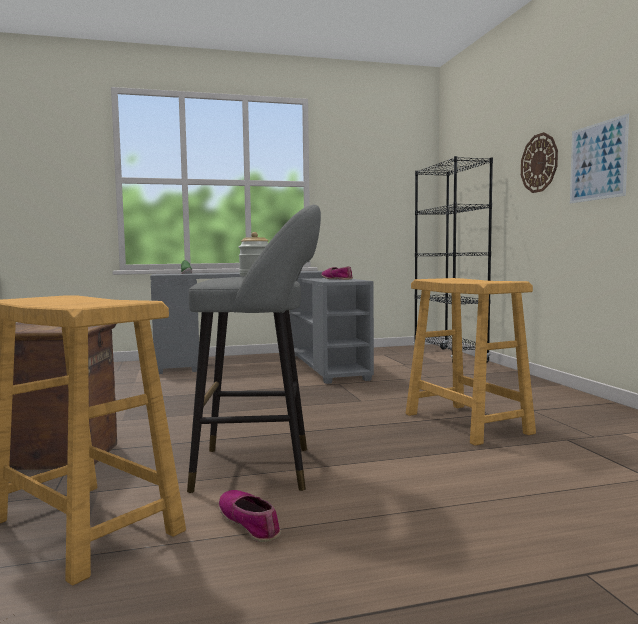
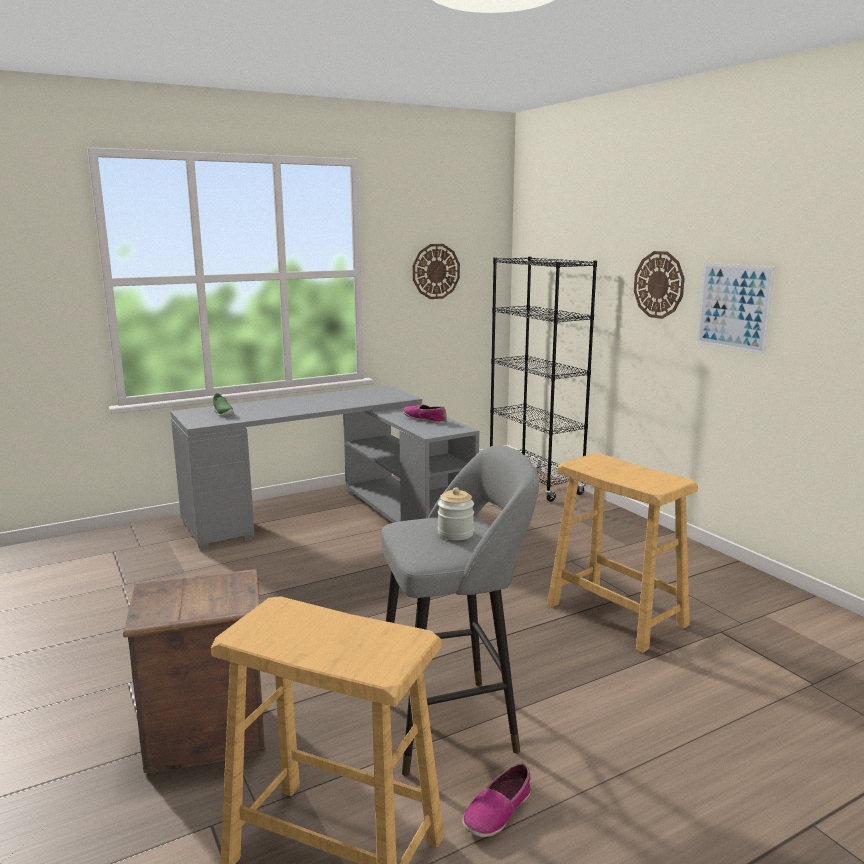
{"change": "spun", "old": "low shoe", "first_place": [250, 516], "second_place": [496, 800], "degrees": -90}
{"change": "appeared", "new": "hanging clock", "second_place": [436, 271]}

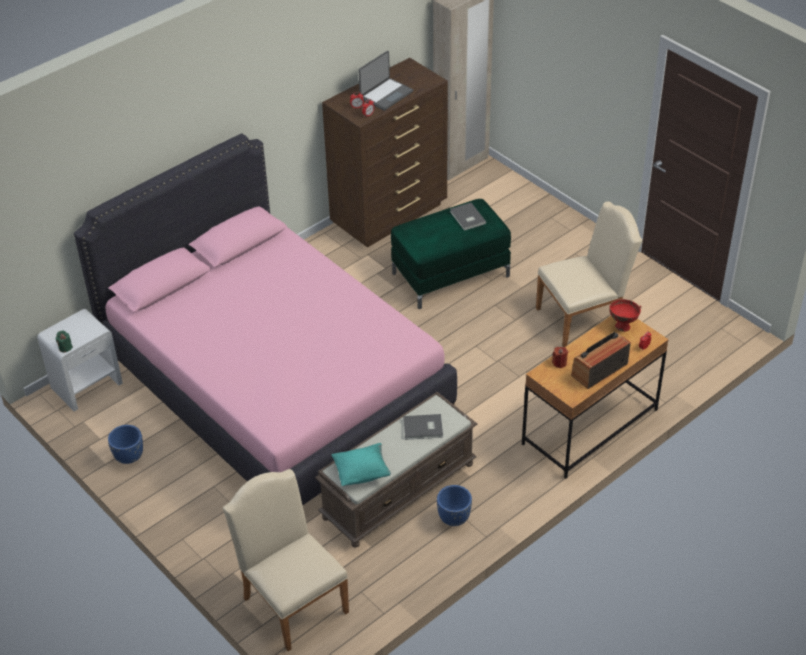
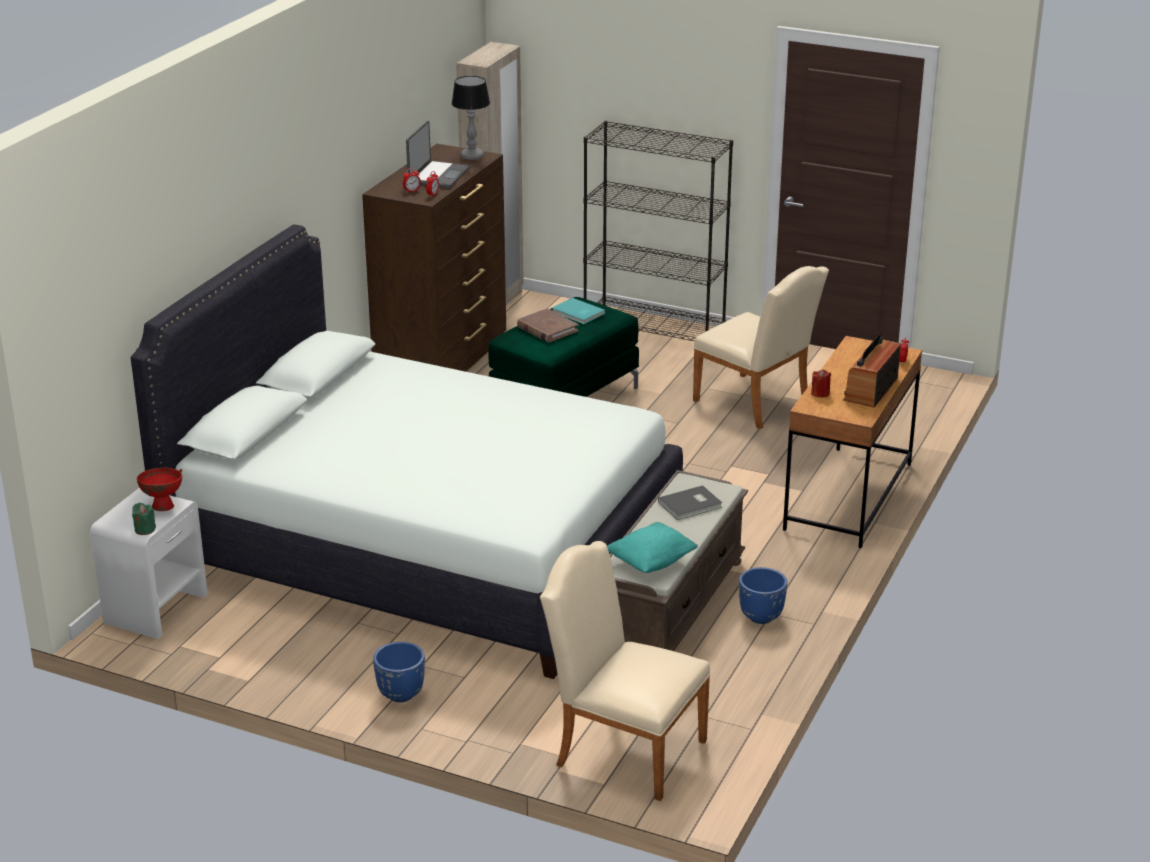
{"change": "colour", "old": "bed in pinkish", "new": "bed in white-coloured", "first_place": [265, 319], "second_place": [407, 451]}
{"change": "spun", "old": "chair in beige-coloured", "first_place": [589, 274], "second_place": [761, 347], "degrees": 90}
{"change": "colour", "old": "book in gray", "new": "book in blue-green", "first_place": [468, 217], "second_place": [578, 311]}
{"change": "relocated", "old": "serving bowl in reddish", "first_place": [625, 315], "second_place": [159, 489]}
{"change": "relocated", "old": "flower pot in blue", "first_place": [125, 444], "second_place": [399, 672]}
{"change": "appeared", "new": "tabletop lamp", "second_place": [471, 118]}
{"change": "appeared", "new": "bookshelf in black", "second_place": [658, 231]}
{"change": "appeared", "new": "book in brown", "second_place": [548, 325]}

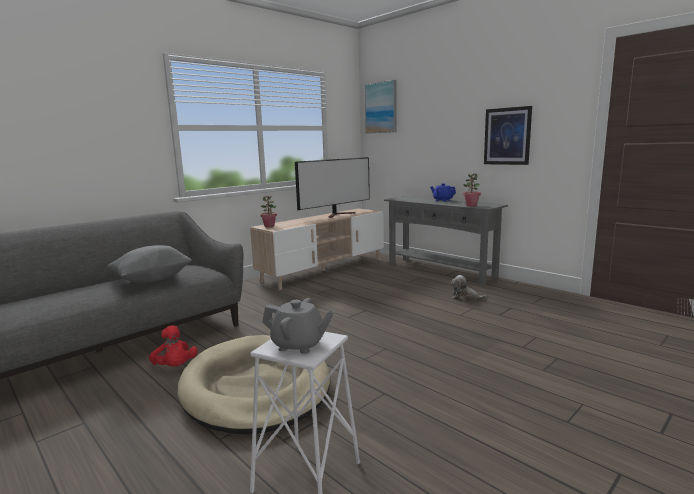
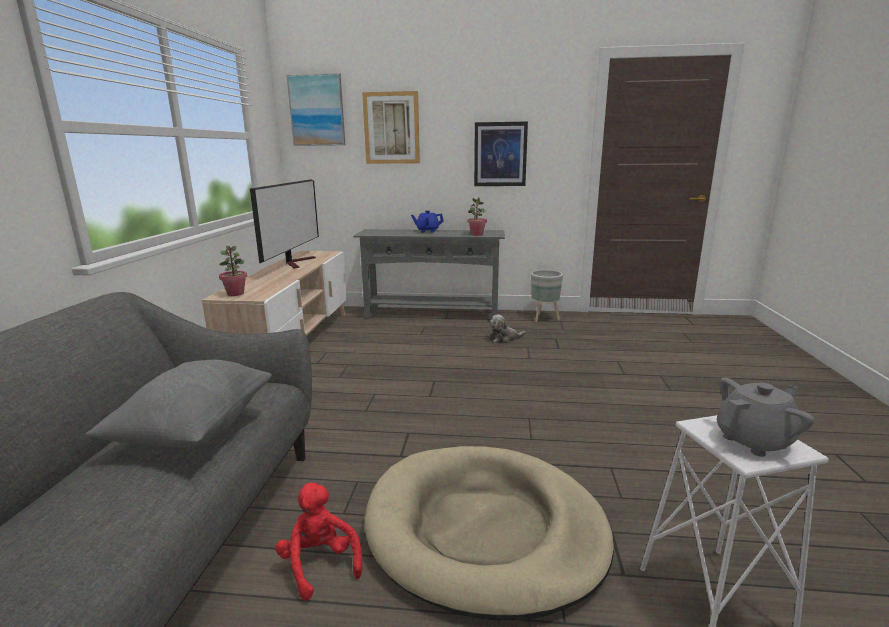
{"change": "spun", "old": "soft toy in reddish", "first_place": [173, 345], "second_place": [318, 541], "degrees": -135}
{"change": "appeared", "new": "wall picture", "second_place": [391, 127]}
{"change": "appeared", "new": "flower pot in gray", "second_place": [547, 296]}

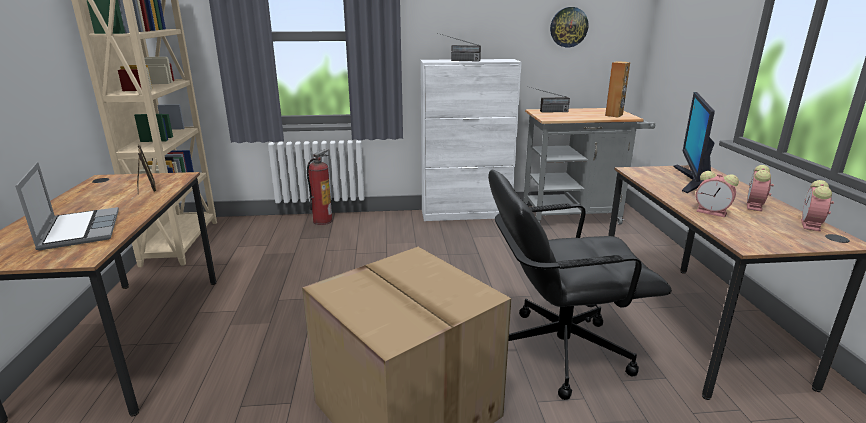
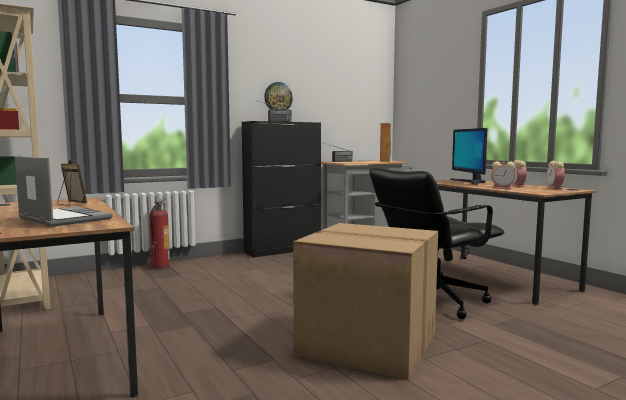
{"change": "relocated", "old": "hanging clock", "first_place": [569, 27], "second_place": [278, 96]}
{"change": "colour", "old": "cabinet in white-coloured", "new": "cabinet in black", "first_place": [471, 140], "second_place": [281, 189]}

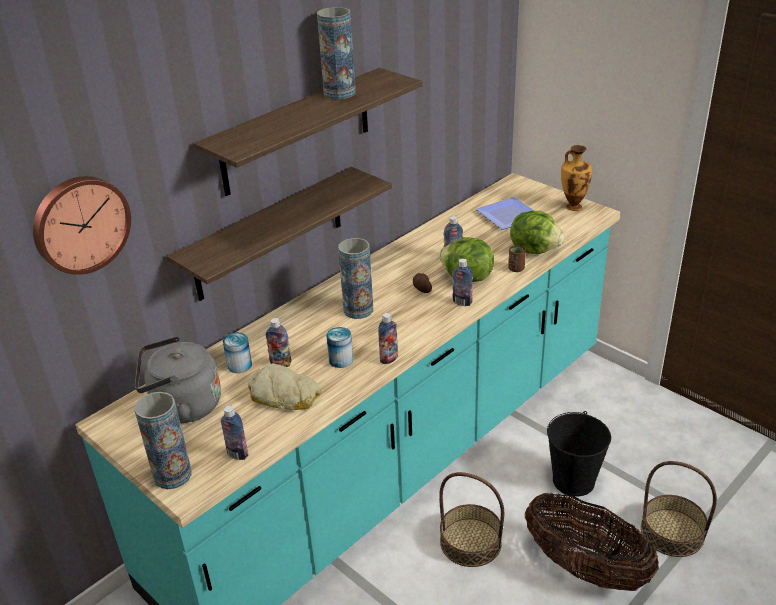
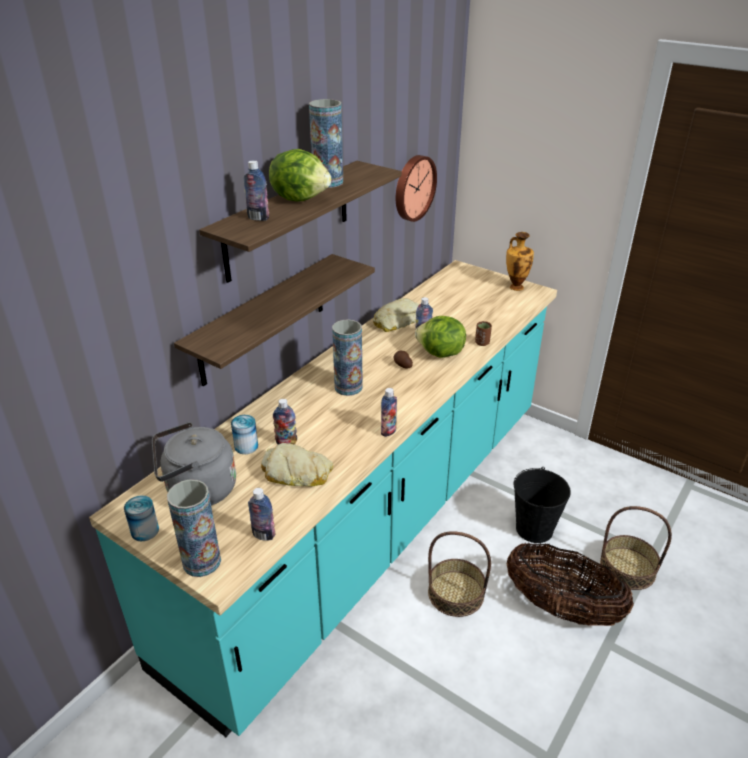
{"change": "relocated", "old": "hanging clock", "first_place": [82, 225], "second_place": [416, 188]}
{"change": "missing", "old": "flat dish", "first_place": [505, 213]}
{"change": "relocated", "old": "lettuce", "first_place": [537, 232], "second_place": [300, 175]}
{"change": "relocated", "old": "bottle", "first_place": [462, 282], "second_place": [256, 190]}
{"change": "relocated", "old": "sealed can", "first_place": [339, 347], "second_place": [141, 518]}
{"change": "appeared", "new": "baked bread", "second_place": [396, 315]}

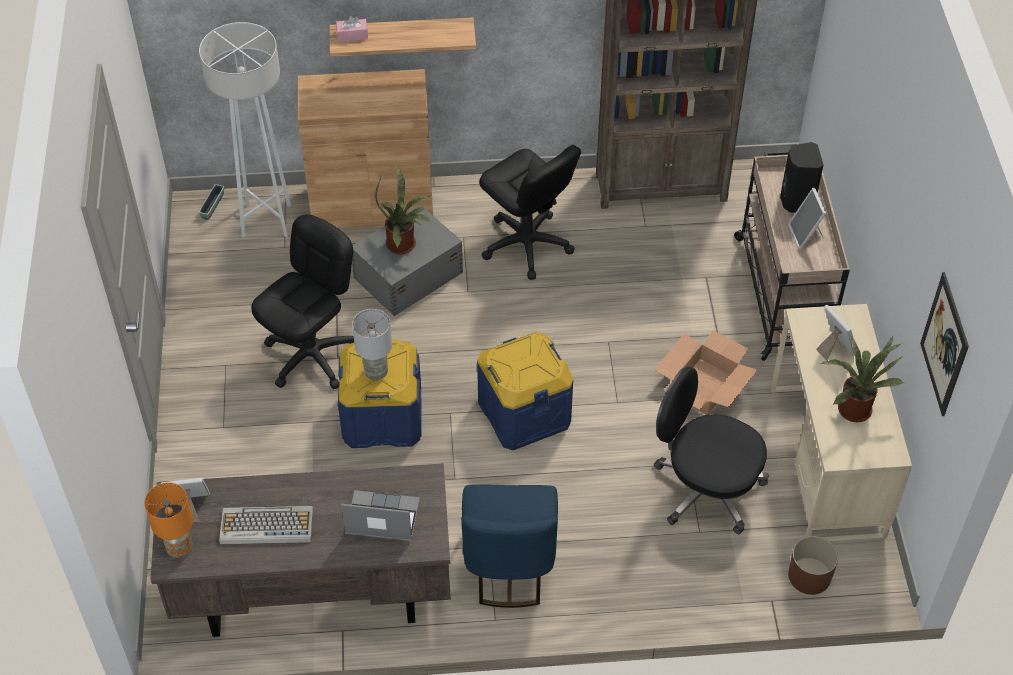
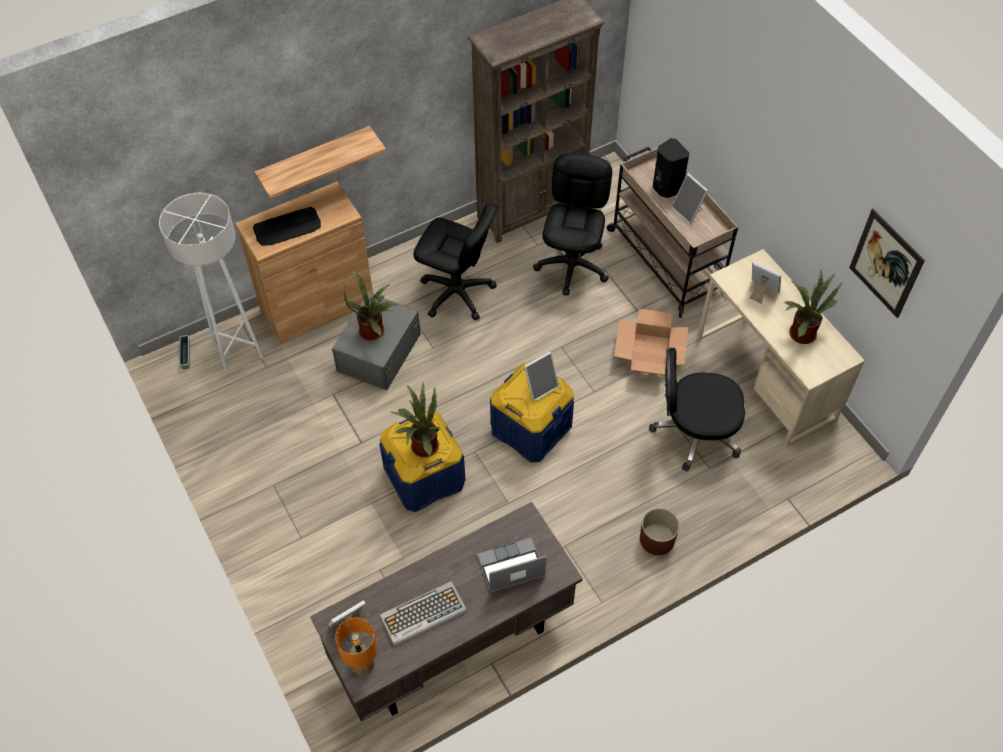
{"change": "missing", "old": "tissue holder in pinkish", "first_place": [352, 29]}
{"change": "relocated", "old": "desk chair in black", "first_place": [302, 301], "second_place": [572, 224]}
{"change": "exchanged", "old": "tabletop lamp in gray", "new": "potted plant", "first_place": [372, 344], "second_place": [415, 420]}
{"change": "missing", "old": "chair in blue", "first_place": [509, 546]}
{"change": "relocated", "old": "flower pot in brown", "first_place": [813, 565], "second_place": [659, 531]}
{"change": "appeared", "new": "keyboard", "second_place": [287, 226]}
{"change": "appeared", "new": "standing frame", "second_place": [541, 376]}

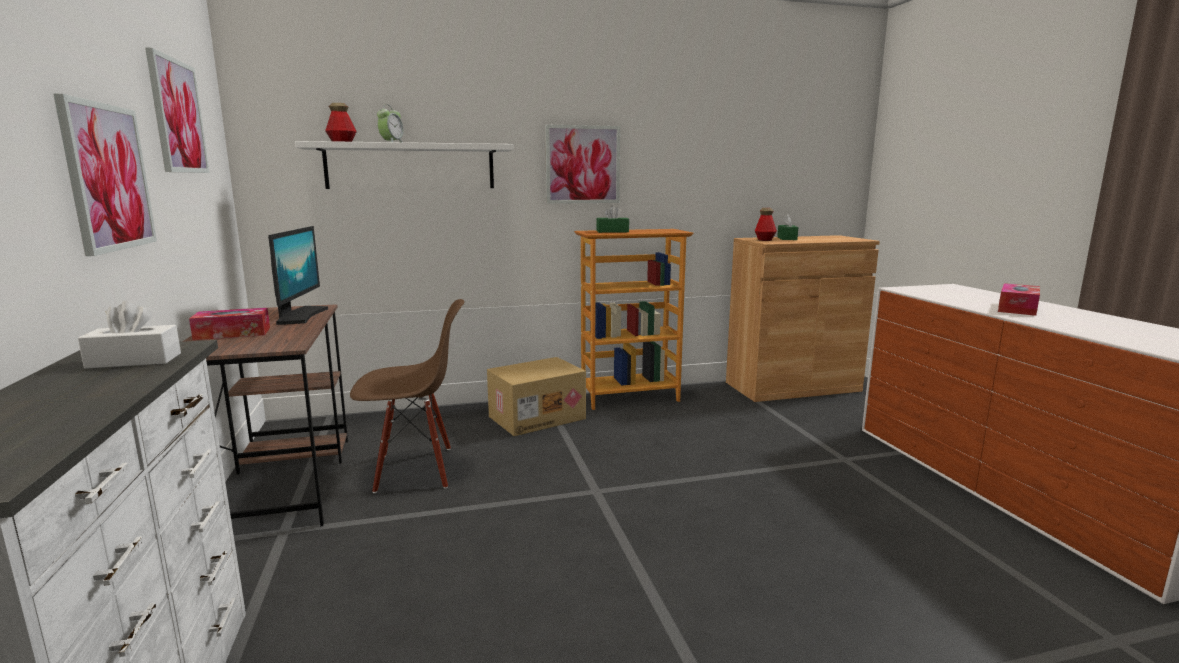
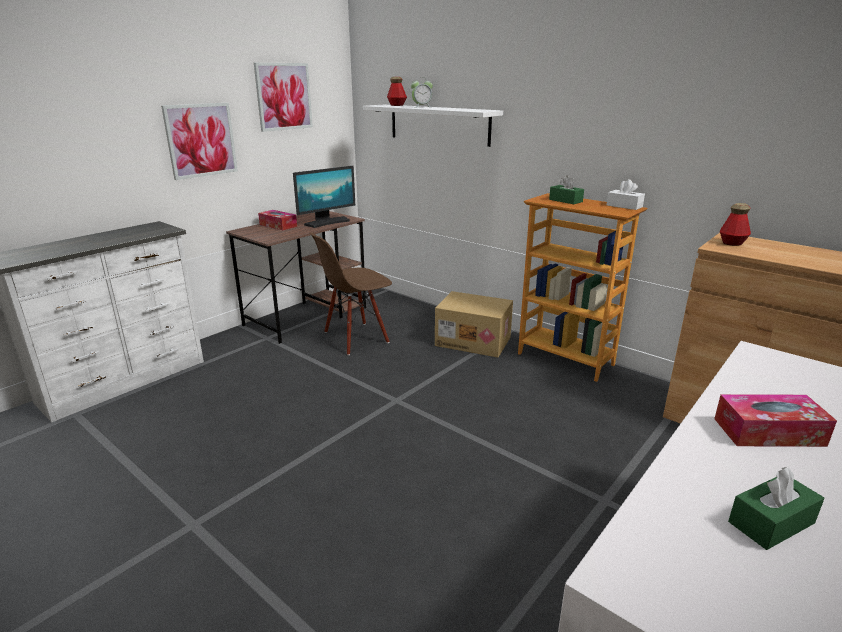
{"change": "missing", "old": "wall picture", "first_place": [582, 164]}
{"change": "relocated", "old": "tissue holder in greenish", "first_place": [787, 227], "second_place": [776, 508]}
{"change": "spun", "old": "chair in brown", "first_place": [407, 396], "second_place": [350, 293], "degrees": 105}
{"change": "relocated", "old": "tissue holder in white-coloured", "first_place": [129, 335], "second_place": [626, 194]}

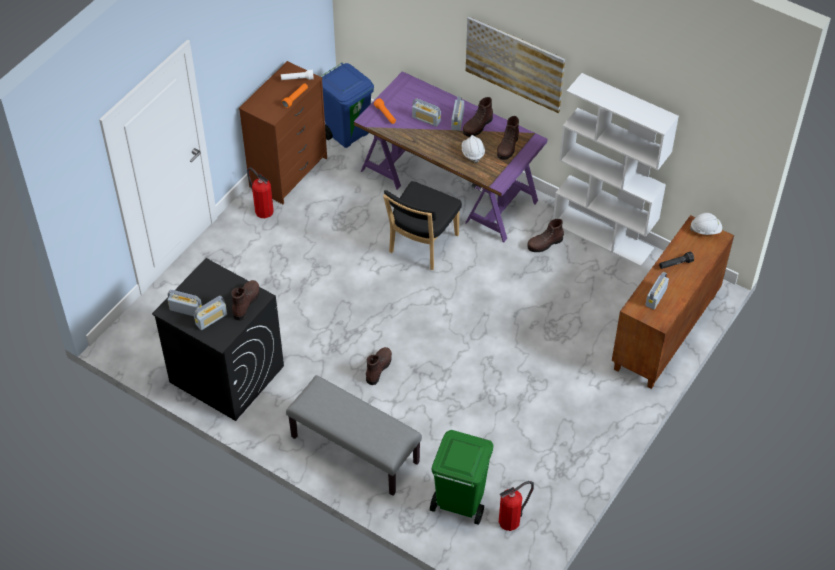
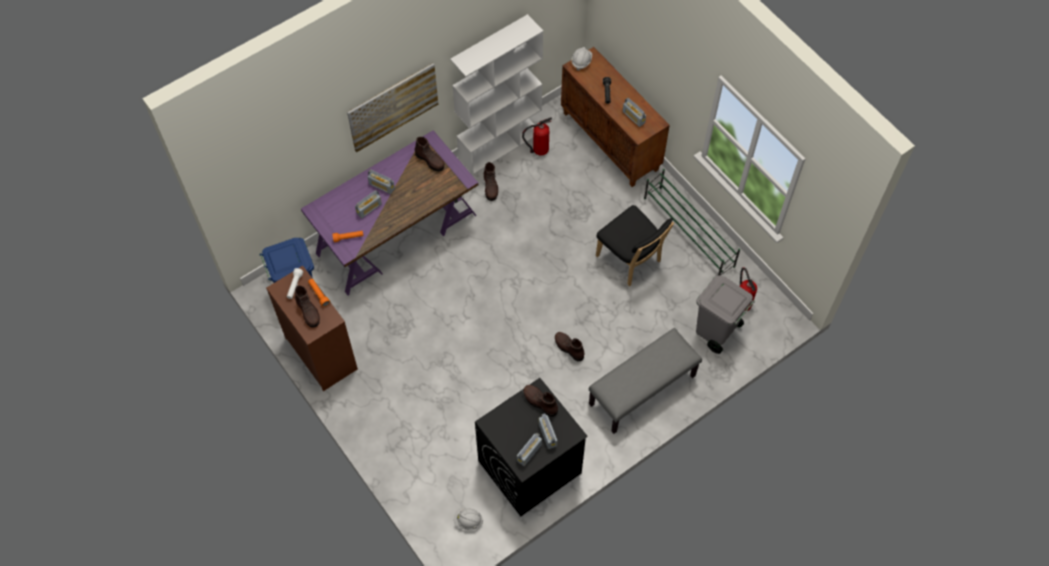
{"change": "relocated", "old": "boot in brown", "first_place": [478, 117], "second_place": [307, 307]}
{"change": "relocated", "old": "work helmet in white-coloured", "first_place": [473, 149], "second_place": [468, 519]}
{"change": "relocated", "old": "extinguisher", "first_place": [260, 192], "second_place": [537, 136]}
{"change": "relocated", "old": "chair in black", "first_place": [422, 225], "second_place": [635, 245]}
{"change": "colour", "old": "rubbish bin in greenish", "new": "rubbish bin in gray", "first_place": [462, 477], "second_place": [725, 314]}
{"change": "appeared", "new": "shoe shelf in greenish", "second_place": [692, 222]}

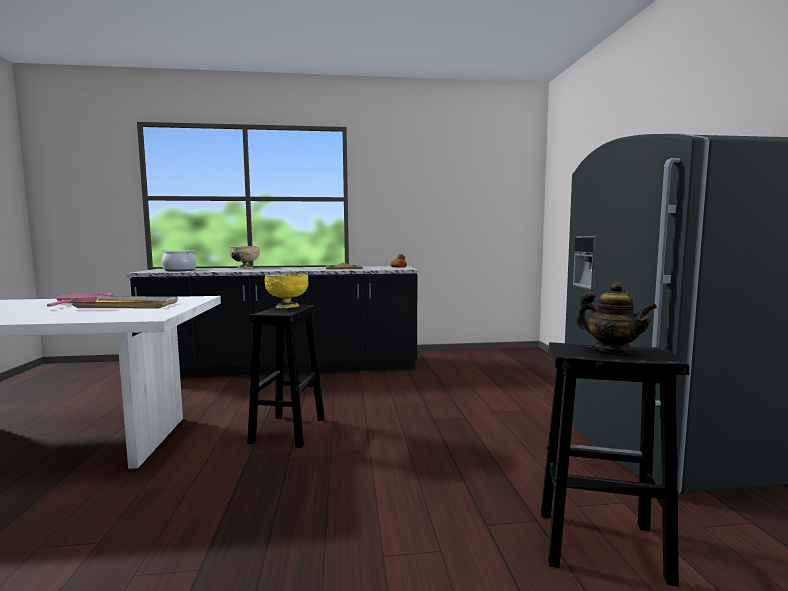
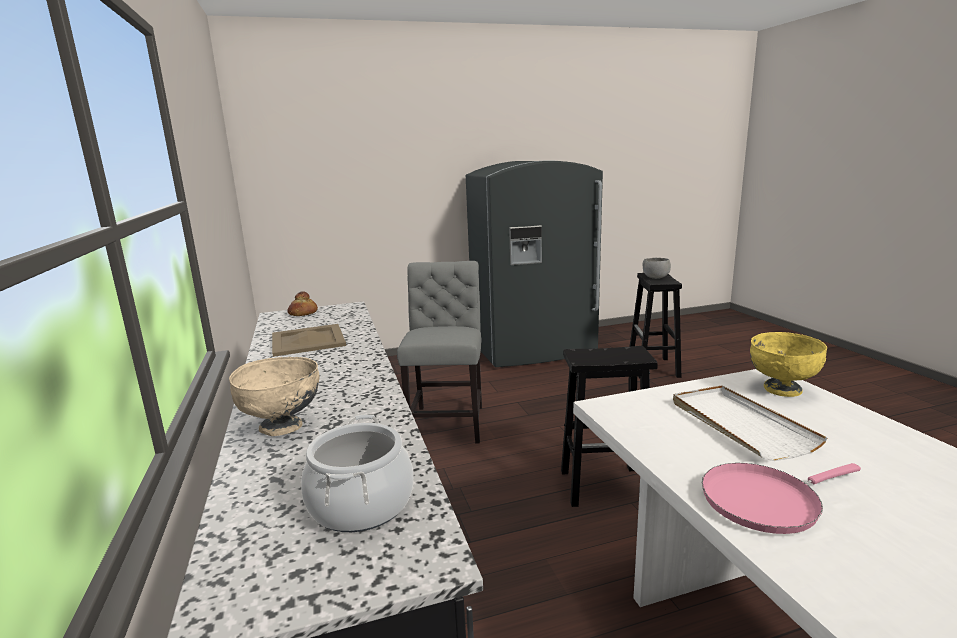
{"change": "relocated", "old": "serving bowl in yellowish", "first_place": [287, 291], "second_place": [788, 364]}
{"change": "exchanged", "old": "teapot", "new": "serving bowl in gray", "first_place": [616, 318], "second_place": [657, 268]}
{"change": "appeared", "new": "chair in gray", "second_place": [439, 352]}

